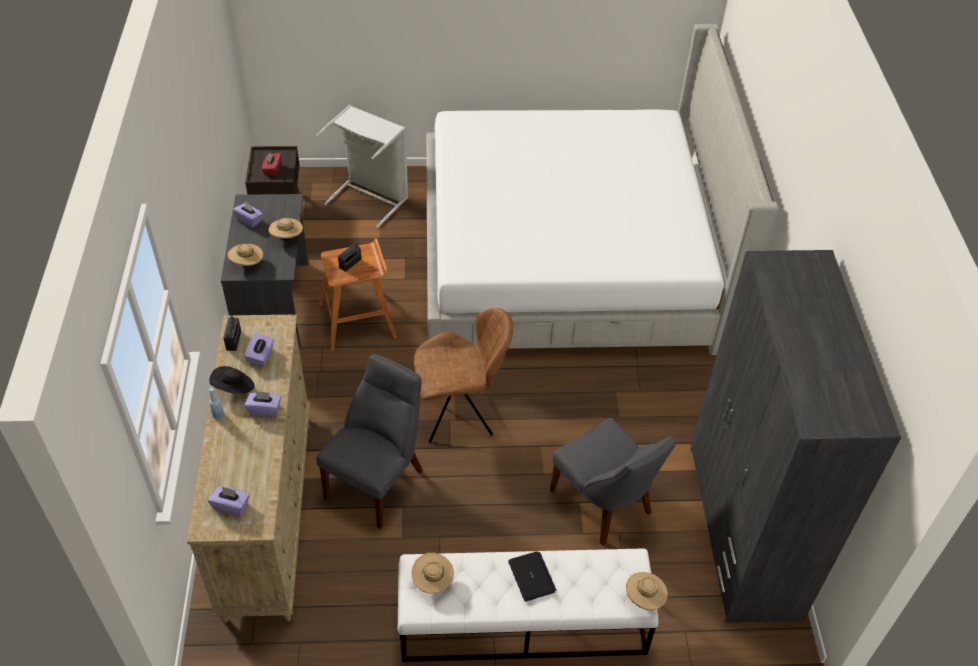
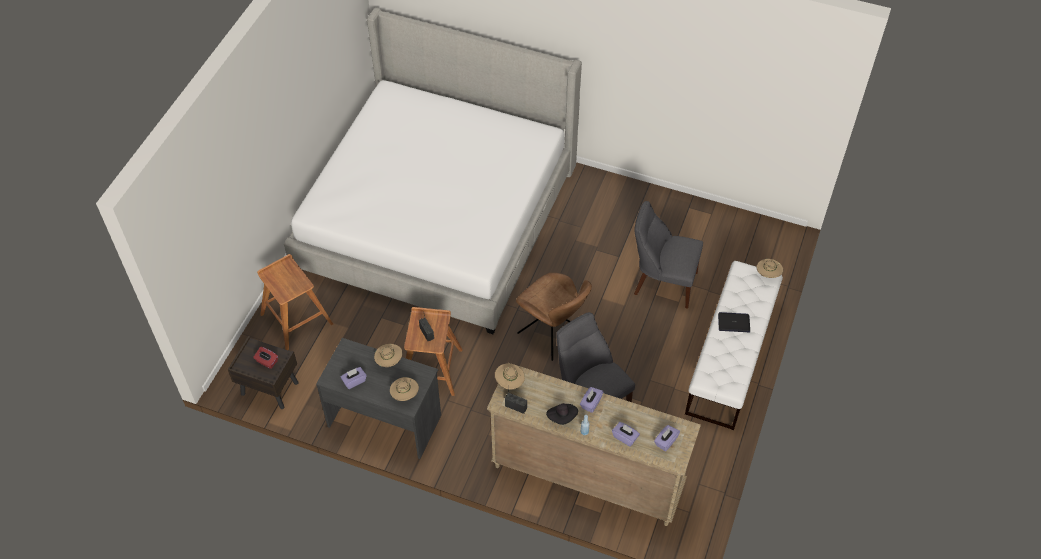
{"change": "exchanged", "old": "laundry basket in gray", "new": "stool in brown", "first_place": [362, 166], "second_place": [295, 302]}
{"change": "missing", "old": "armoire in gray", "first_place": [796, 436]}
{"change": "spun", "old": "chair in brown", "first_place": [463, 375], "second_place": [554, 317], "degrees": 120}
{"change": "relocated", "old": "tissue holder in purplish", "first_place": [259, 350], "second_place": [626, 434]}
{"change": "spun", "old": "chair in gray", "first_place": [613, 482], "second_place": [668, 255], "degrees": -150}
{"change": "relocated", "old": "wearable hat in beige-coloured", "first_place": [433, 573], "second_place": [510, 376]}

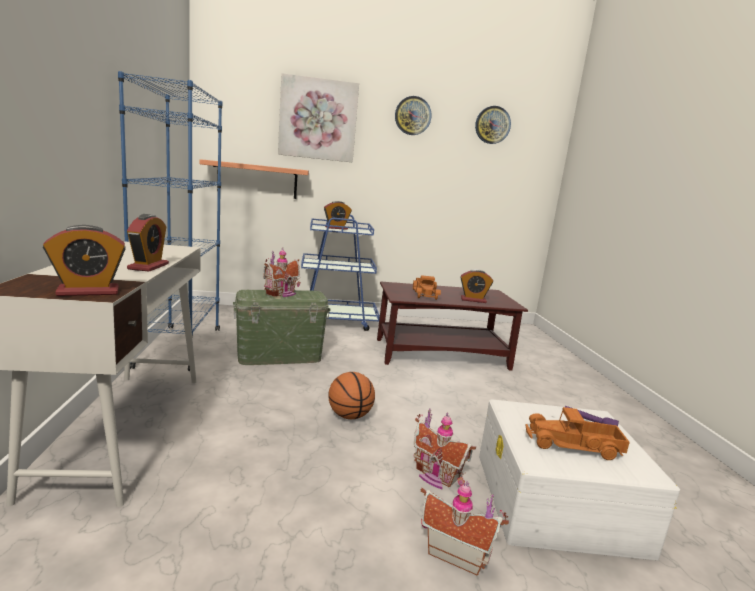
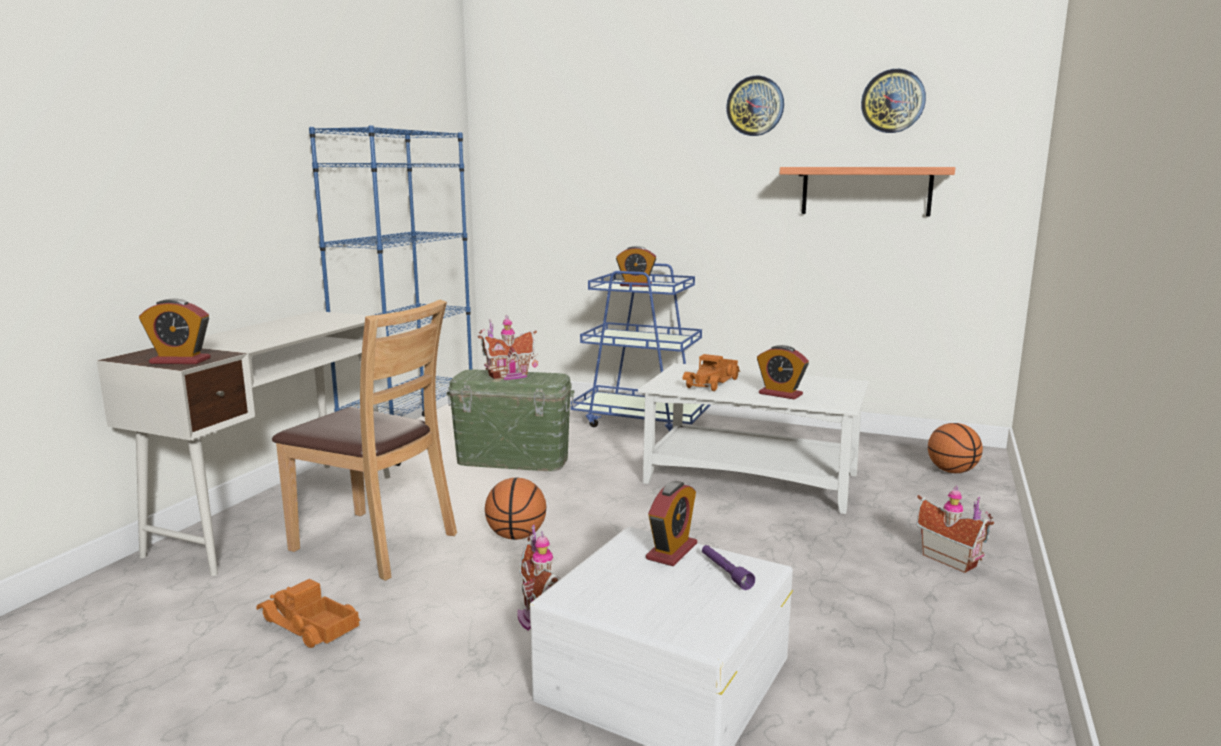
{"change": "missing", "old": "wall picture", "first_place": [318, 117]}
{"change": "relocated", "old": "wall shelf", "first_place": [254, 179], "second_place": [867, 191]}
{"change": "relocated", "old": "alarm clock", "first_place": [148, 243], "second_place": [671, 523]}
{"change": "colour", "old": "coffee table in brown", "new": "coffee table in white-coloured", "first_place": [452, 326], "second_place": [753, 438]}
{"change": "relocated", "old": "toy lorry", "first_place": [577, 433], "second_place": [308, 613]}
{"change": "relocated", "old": "toy house", "first_place": [465, 528], "second_place": [955, 529]}
{"change": "appeared", "new": "chair in brown", "second_place": [364, 440]}
{"change": "appeared", "new": "basketball", "second_place": [955, 448]}

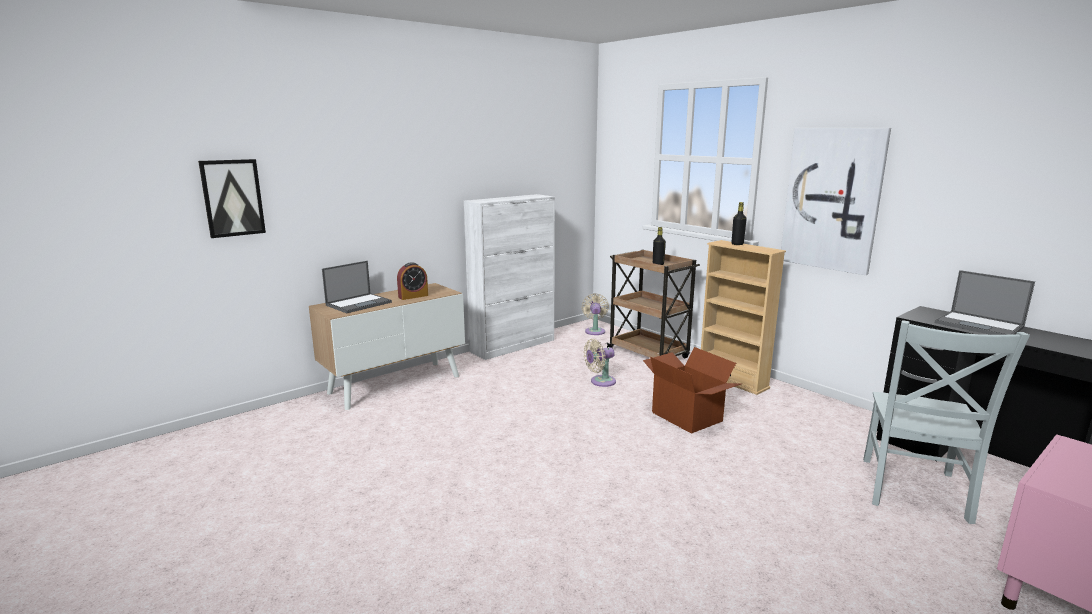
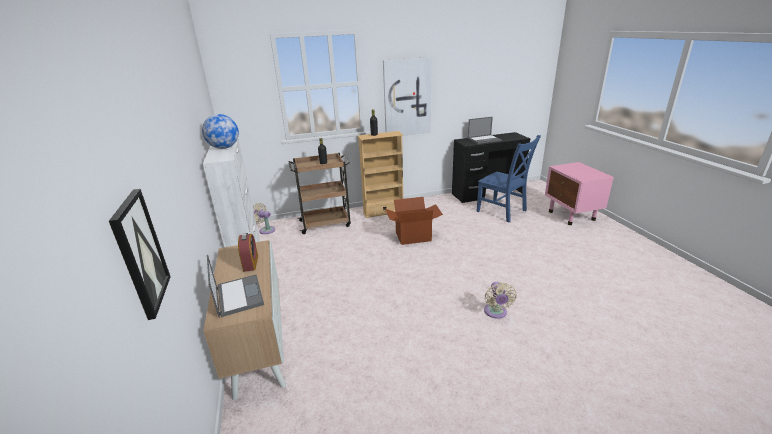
{"change": "colour", "old": "chair in gray", "new": "chair in blue", "first_place": [946, 422], "second_place": [508, 178]}
{"change": "relocated", "old": "fan in beige-coloured", "first_place": [600, 363], "second_place": [500, 300]}
{"change": "appeared", "new": "desk globe", "second_place": [220, 131]}

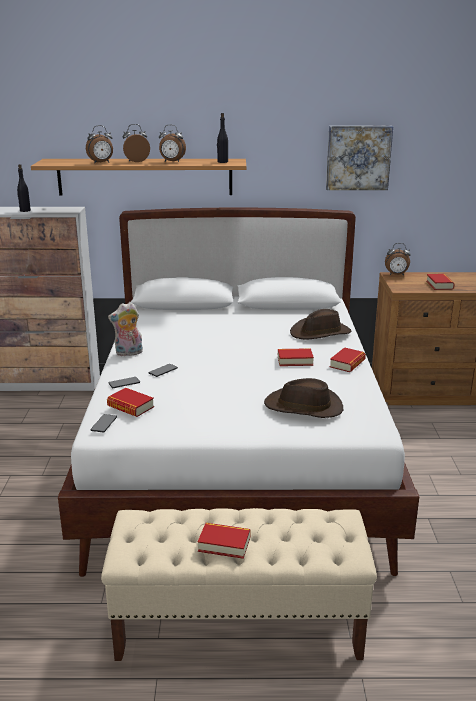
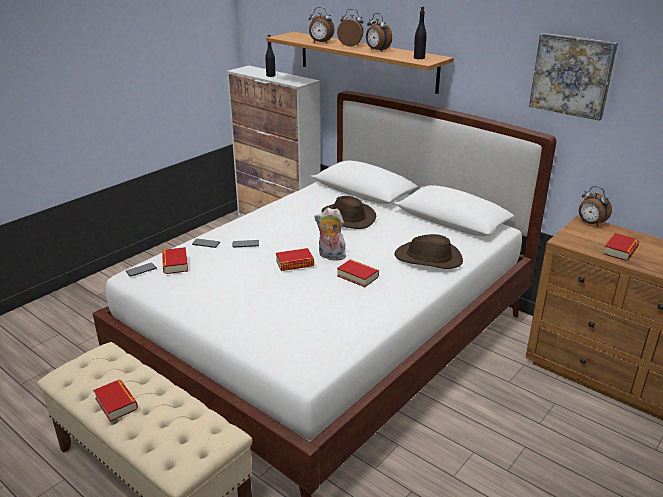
{"change": "relocated", "old": "soft toy", "first_place": [125, 329], "second_place": [330, 234]}
{"change": "relocated", "old": "book", "first_place": [348, 359], "second_place": [295, 259]}
{"change": "relocated", "old": "wearable hat in brown", "first_place": [303, 398], "second_place": [349, 212]}

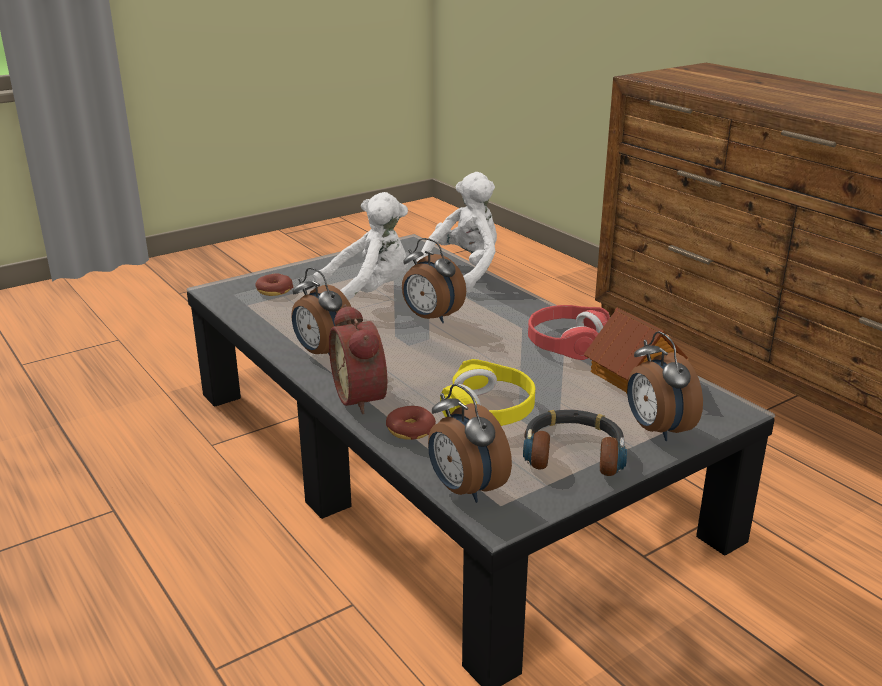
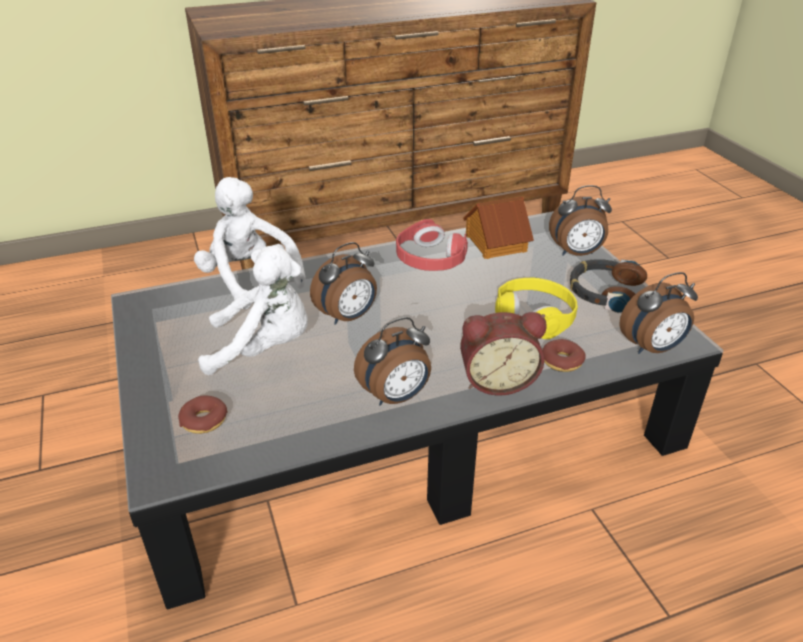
{"change": "spun", "old": "soft toy in white-coloured", "first_place": [360, 246], "second_place": [253, 310], "degrees": 90}

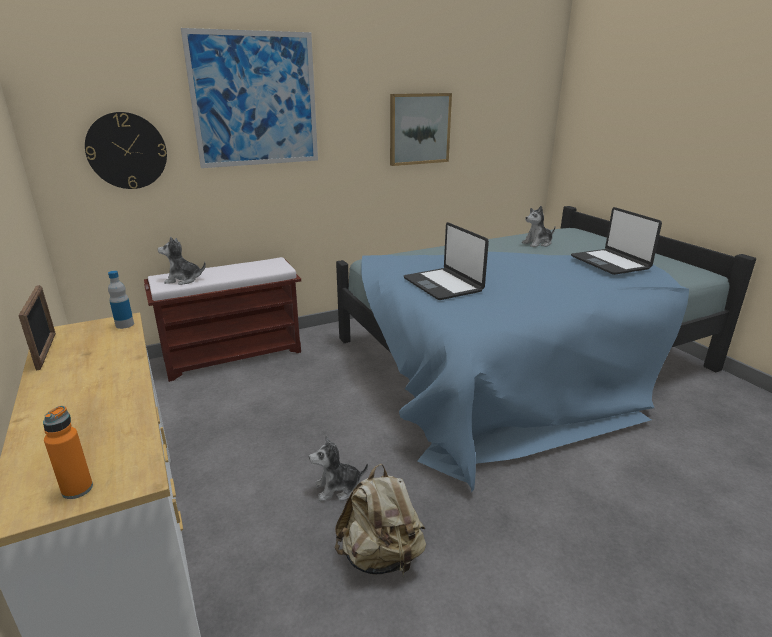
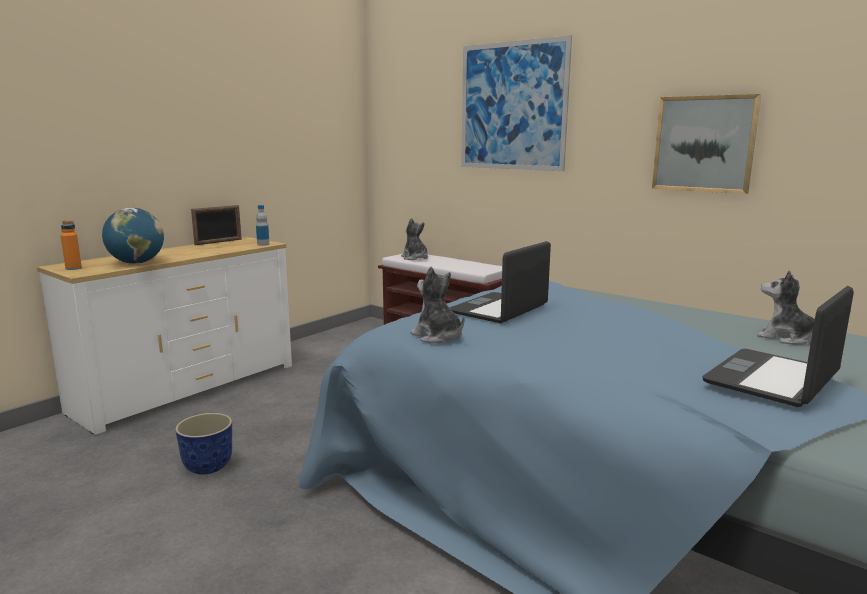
{"change": "missing", "old": "hanging clock", "first_place": [126, 150]}
{"change": "relocated", "old": "soft toy", "first_place": [338, 468], "second_place": [437, 304]}
{"change": "exchanged", "old": "rucksack in beige-coloured", "new": "flower pot", "first_place": [380, 520], "second_place": [203, 444]}
{"change": "appeared", "new": "desk globe", "second_place": [133, 236]}

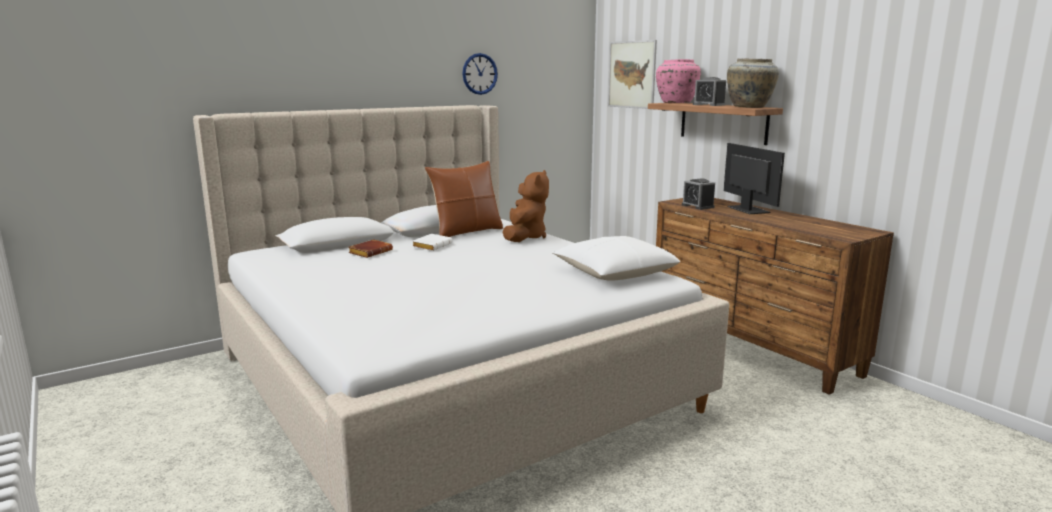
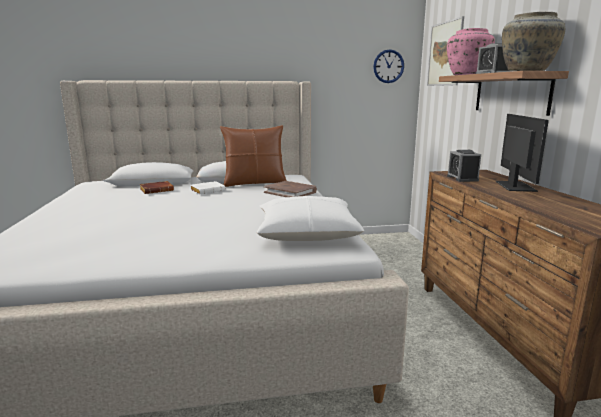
{"change": "relocated", "old": "hanging clock", "first_place": [480, 74], "second_place": [388, 66]}
{"change": "exchanged", "old": "soft toy in brown", "new": "book in brown", "first_place": [525, 206], "second_place": [290, 189]}

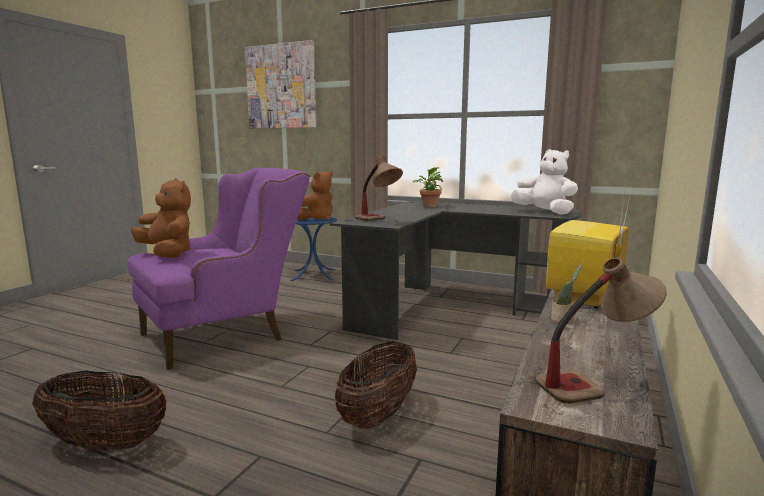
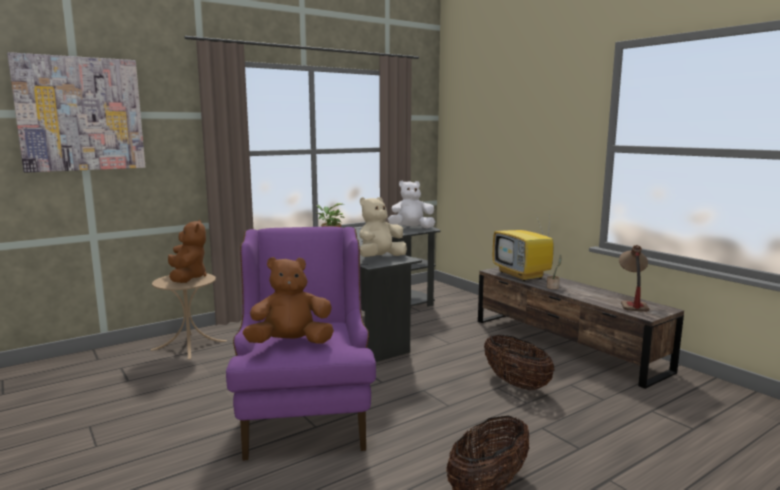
{"change": "exchanged", "old": "tabletop lamp", "new": "soft toy in beige-coloured", "first_place": [378, 188], "second_place": [383, 227]}
{"change": "colour", "old": "end table in blue", "new": "end table in beige-coloured", "first_place": [313, 249], "second_place": [189, 316]}

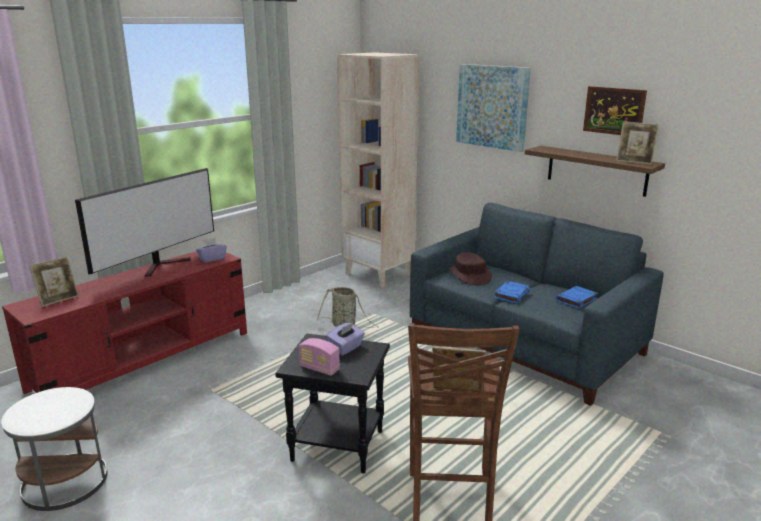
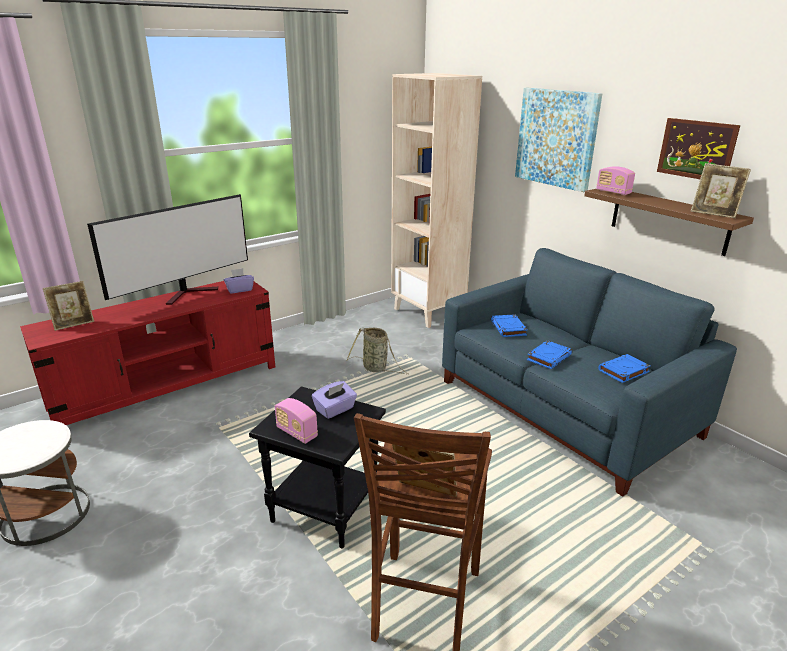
{"change": "exchanged", "old": "wearable hat in brown", "new": "book in blue", "first_place": [470, 268], "second_place": [509, 325]}
{"change": "appeared", "new": "radio", "second_place": [615, 180]}

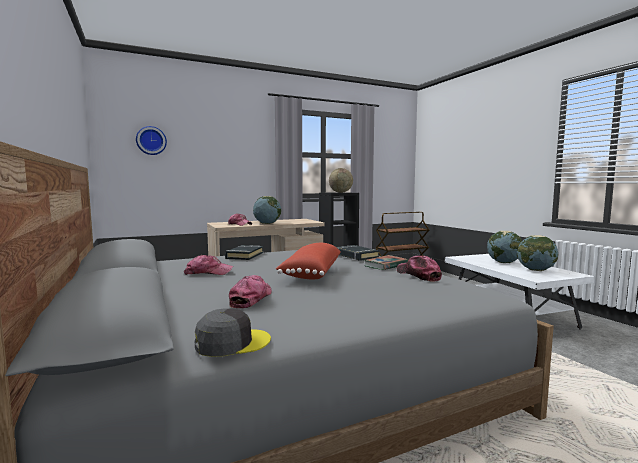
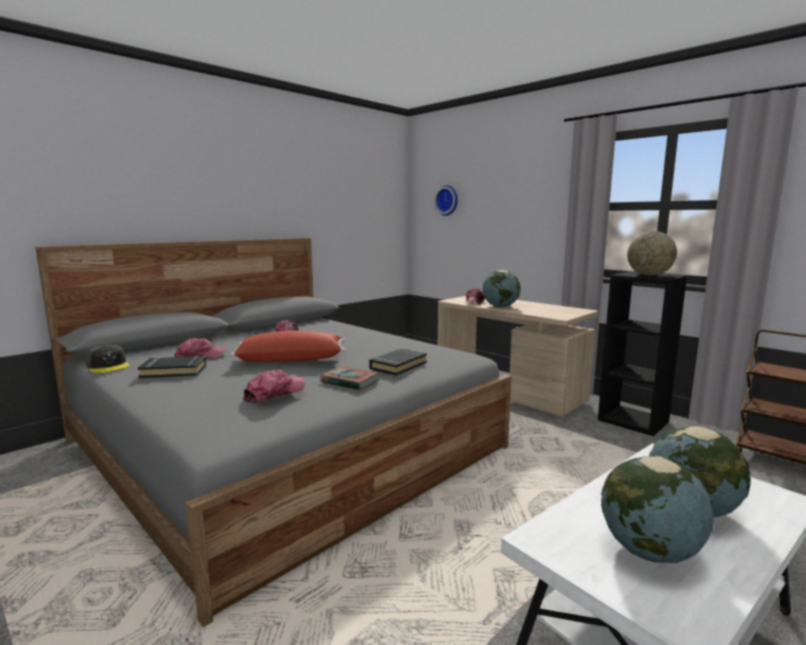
{"change": "relocated", "old": "book in black", "first_place": [244, 252], "second_place": [172, 367]}

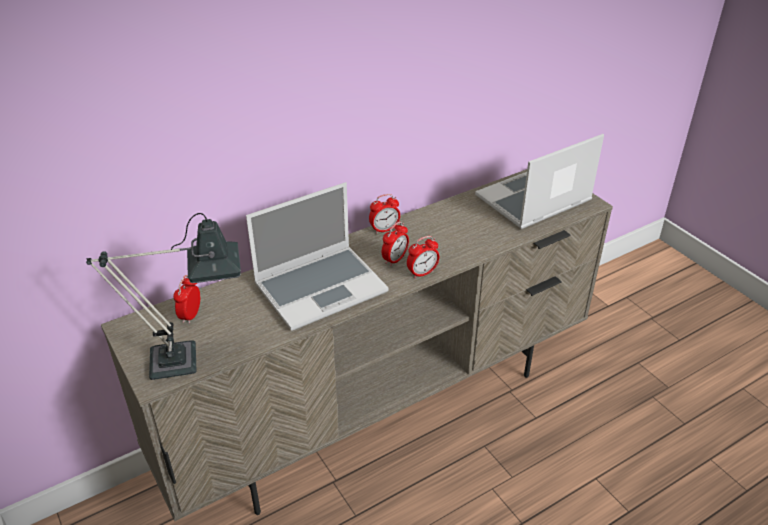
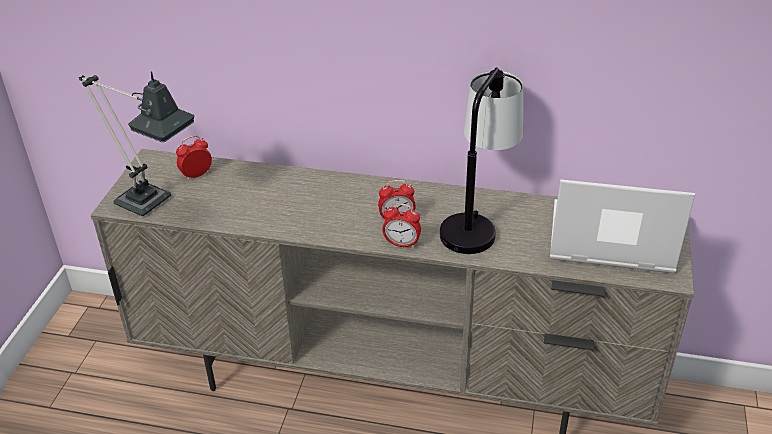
{"change": "missing", "old": "portable computer", "first_place": [317, 256]}
{"change": "missing", "old": "alarm clock", "first_place": [384, 214]}
{"change": "appeared", "new": "tabletop lamp", "second_place": [481, 160]}

